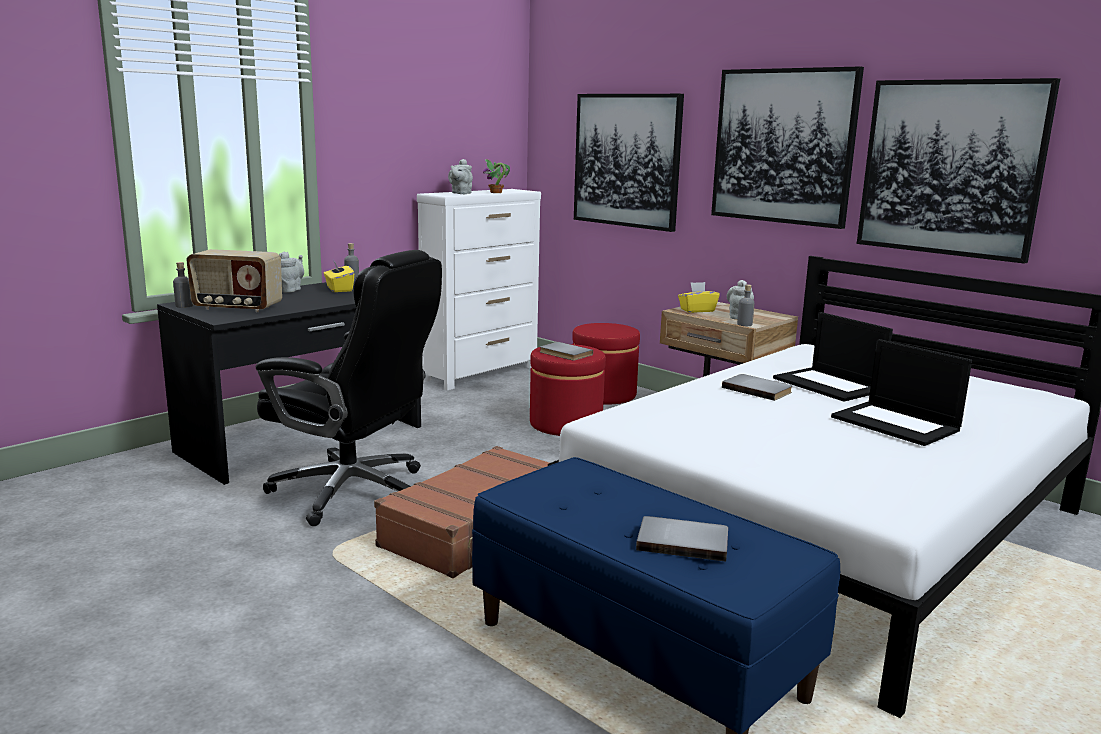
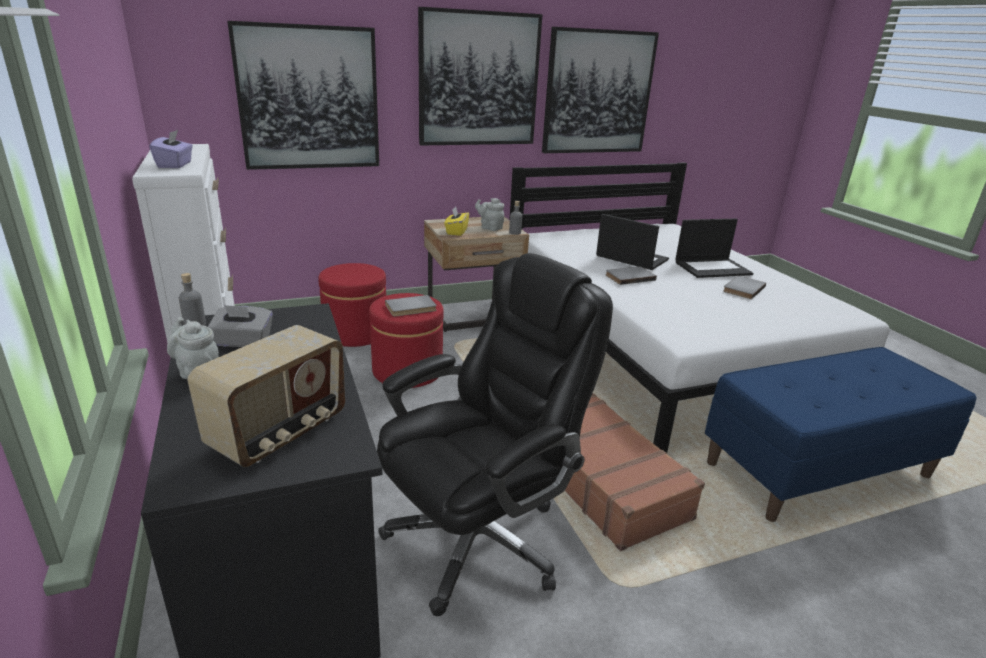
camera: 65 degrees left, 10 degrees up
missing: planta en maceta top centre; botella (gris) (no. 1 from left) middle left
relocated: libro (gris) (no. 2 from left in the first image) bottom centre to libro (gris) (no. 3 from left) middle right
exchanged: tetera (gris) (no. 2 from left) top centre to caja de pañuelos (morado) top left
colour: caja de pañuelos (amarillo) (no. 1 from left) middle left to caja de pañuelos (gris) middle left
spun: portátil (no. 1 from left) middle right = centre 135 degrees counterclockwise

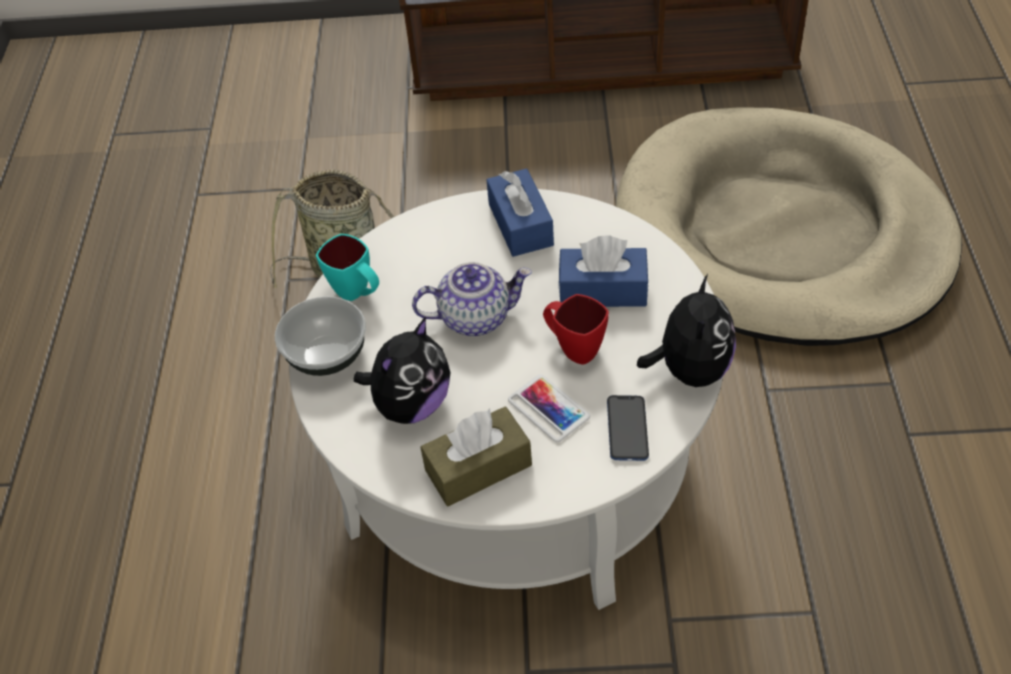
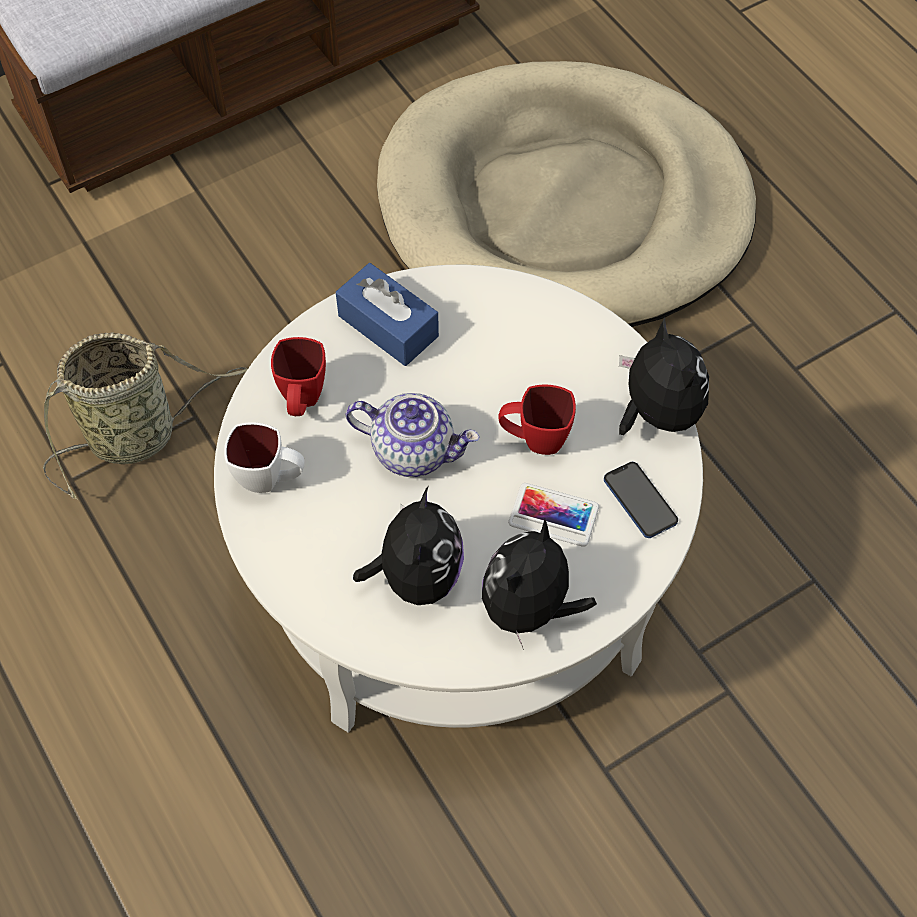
camera: 35 degrees left, 10 degrees up
missing: caja de pañuelos (azul) (no. 2 from left) centre; cuenco middle left
appeared: taza grande (rojo) (no. 1 from left) middle left
exchanged: caja de pañuelos (marrón) bottom centre to peluche (no. 2 from left) centre
colour: taza grande (turquesa) centre to taza grande (blanco) middle left
spun: tetera centre = centre 60 degrees clockwise

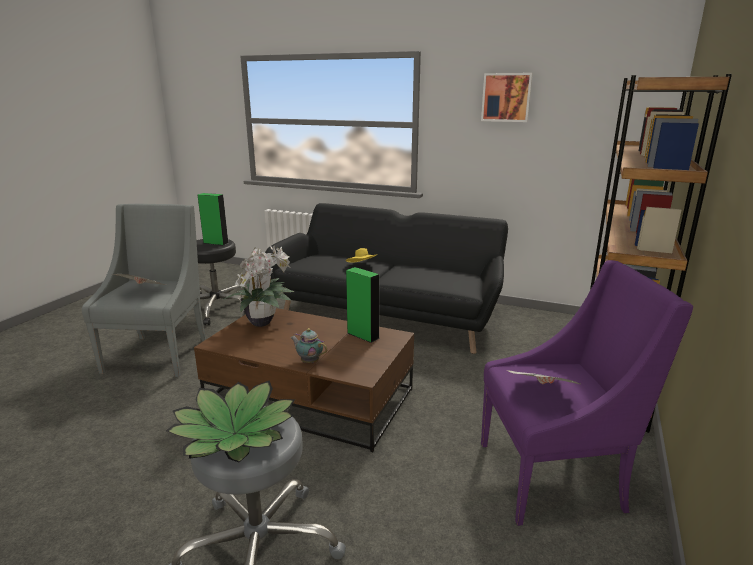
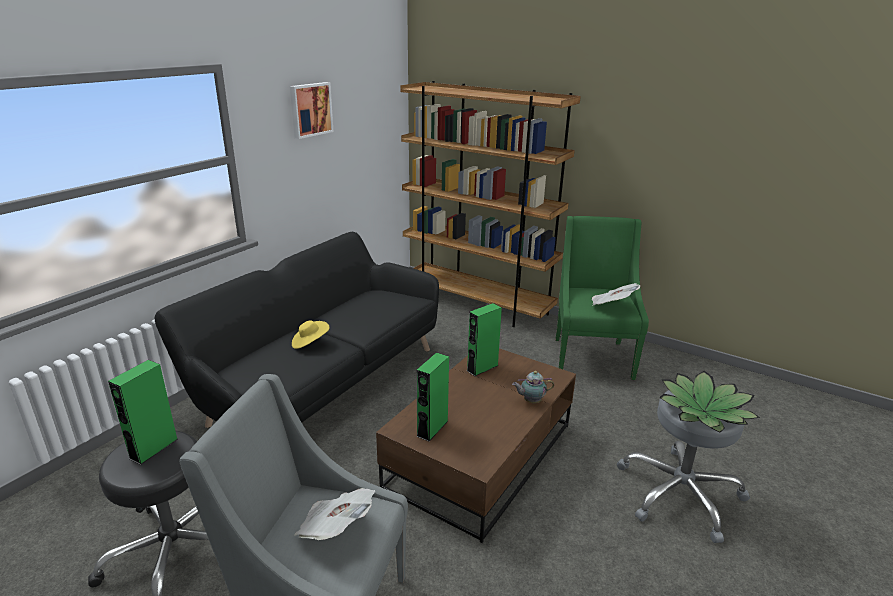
camera: 80 degrees left, 5 degrees up
exchanged: planta en maceta (no. 2 from left) centre to altavoz (verde) (no. 2 from left) centre
colour: sillón (morado) bottom right to sillón (verde) middle right
spun: tetera centre = centre 45 degrees clockwise

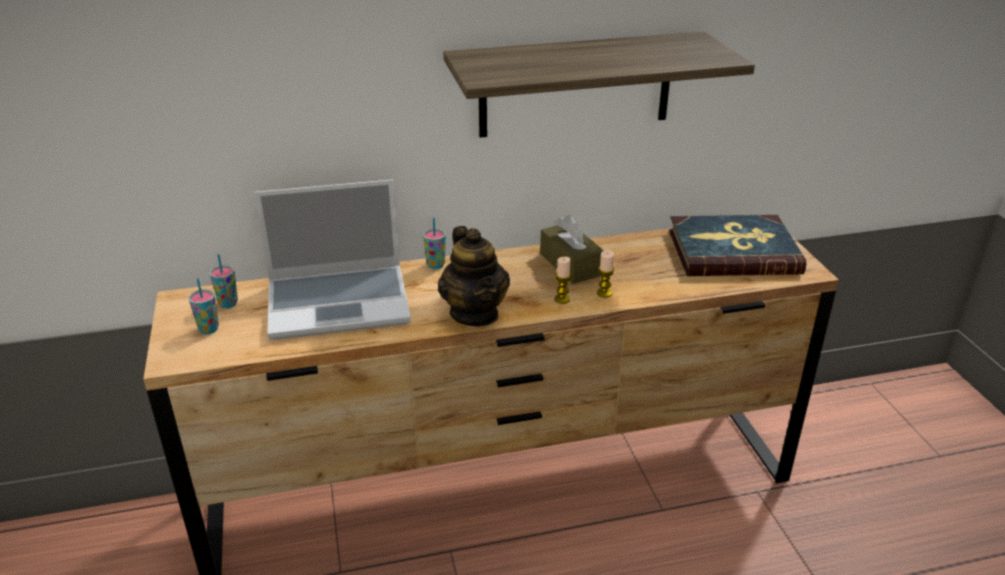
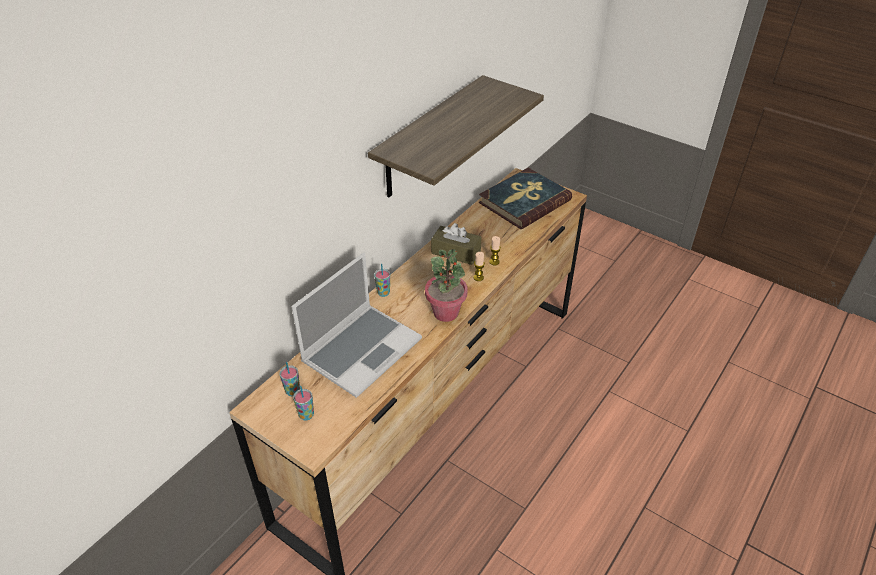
camera: 40 degrees left, 10 degrees up
exchanged: tetera centre to planta en maceta centre

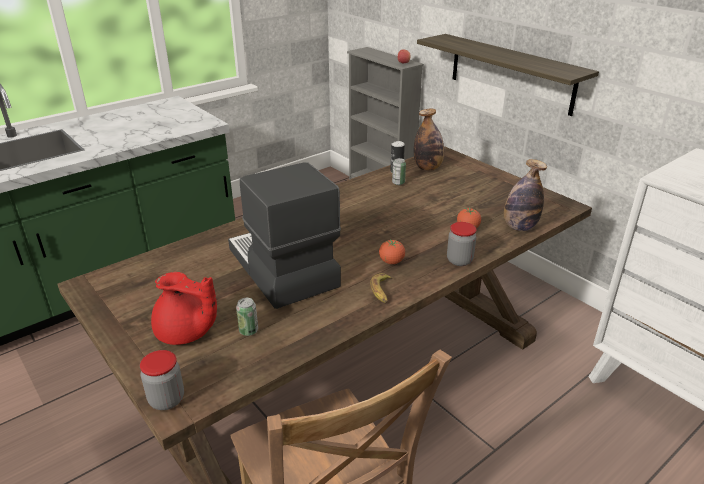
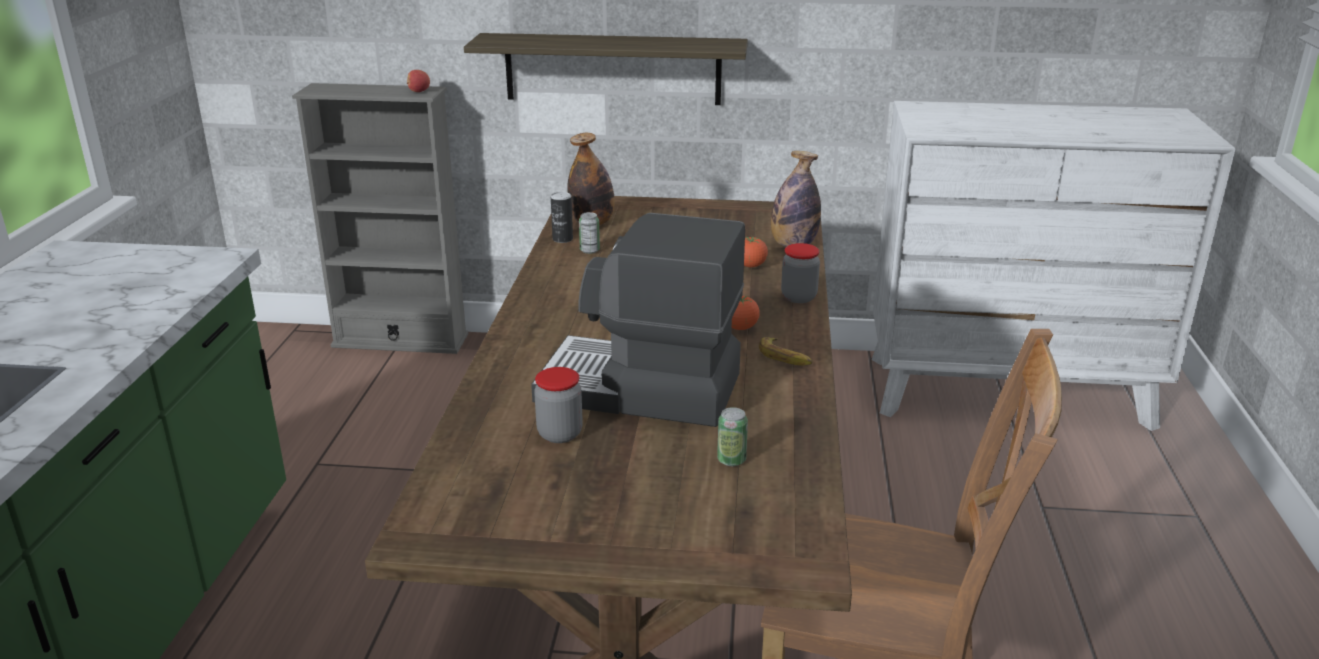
camera: 45 degrees left, 5 degrees down
missing: tetera (rojo) middle left
relocated: tarro (no. 1 from left) bottom left to centre

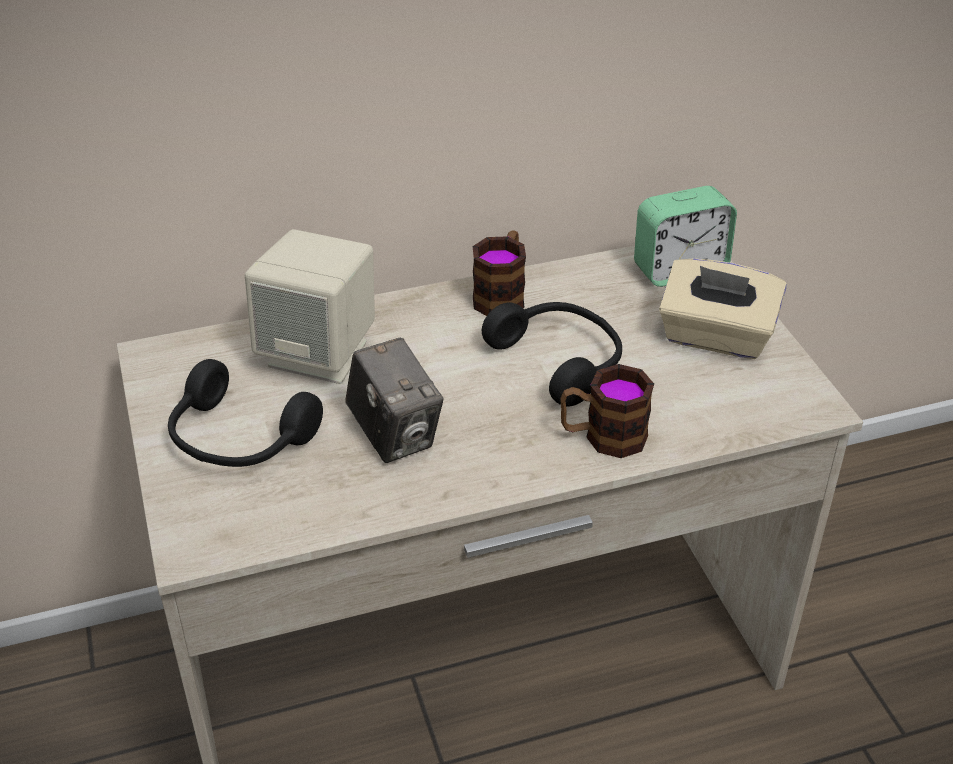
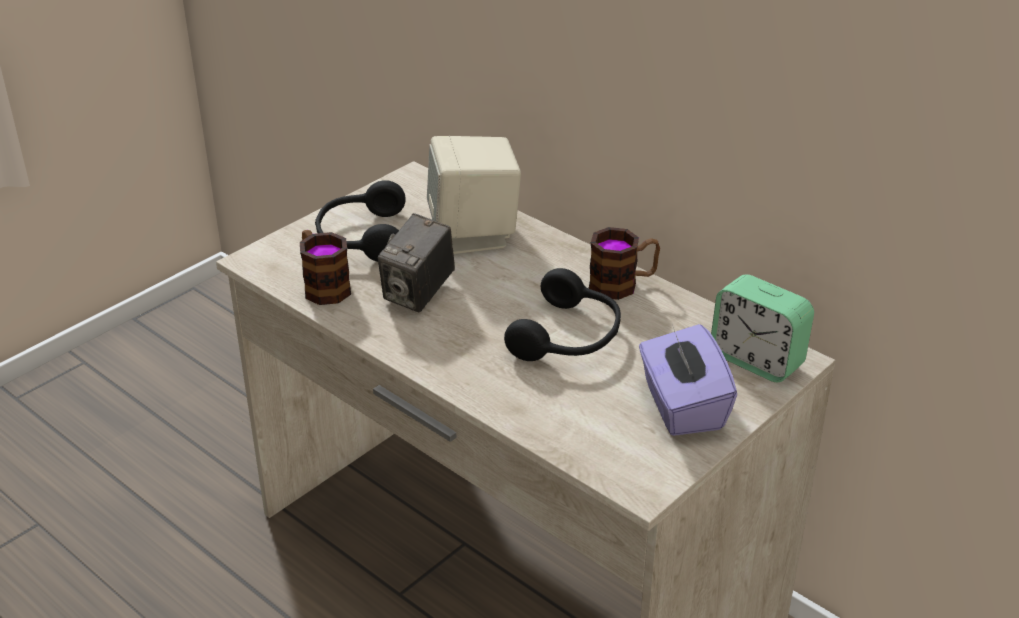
camera: 60 degrees right, 5 degrees down
relocated: taza grande (no. 2 from left in the first image) centre to taza grande (no. 1 from left) middle left
colour: caja de pañuelos (beis) middle right to caja de pañuelos (morado) middle right

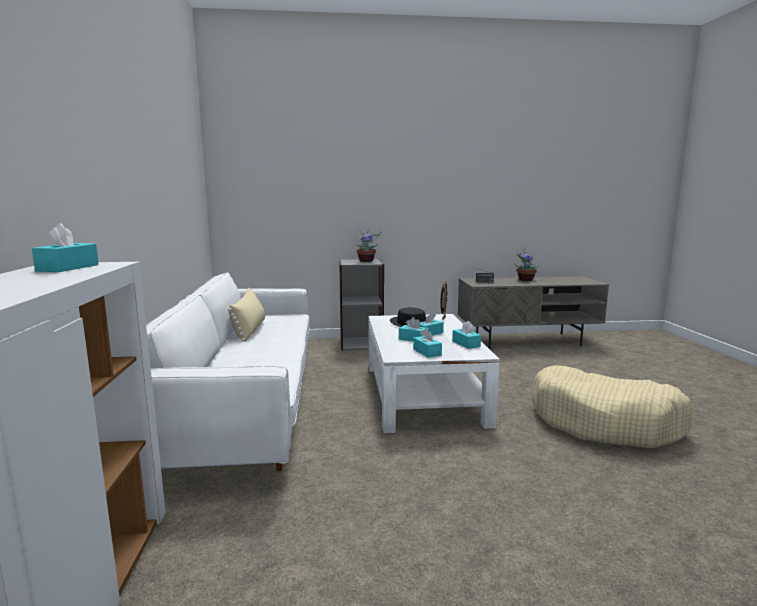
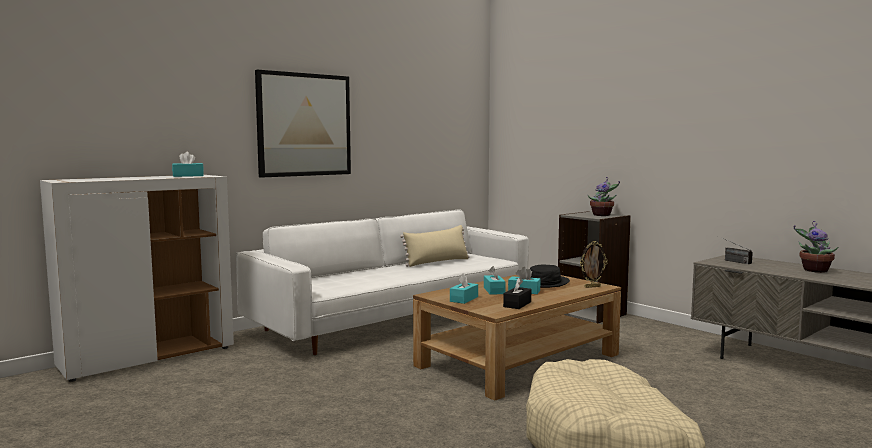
camera: 55 degrees right, 5 degrees down
appeared: cuadro top centre
colour: mesa de centro (blanco) centre to mesa de centro (marrón) bottom centre; caja de pañuelos (turquesa) (no. 5 from left) centre to caja de pañuelos (negro) centre

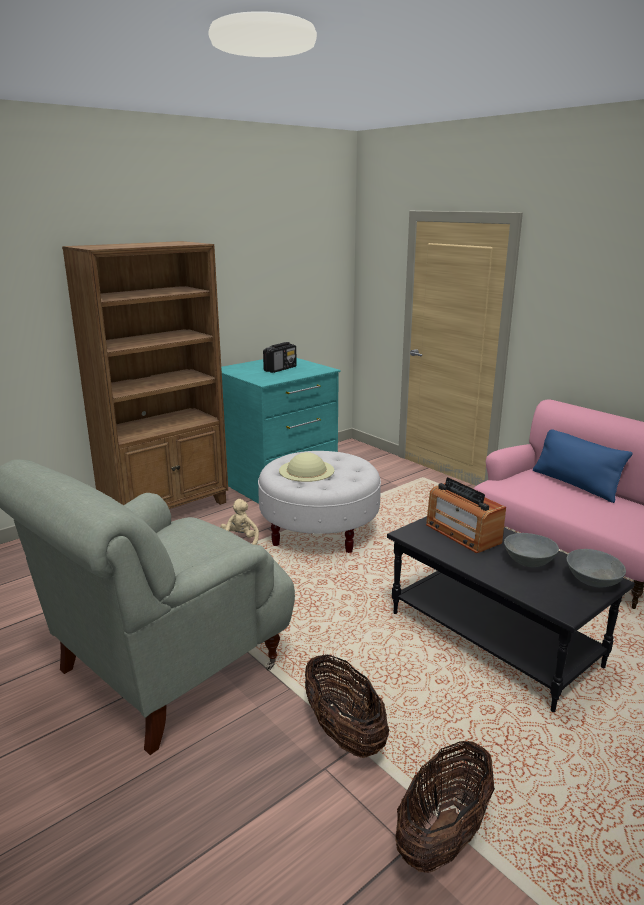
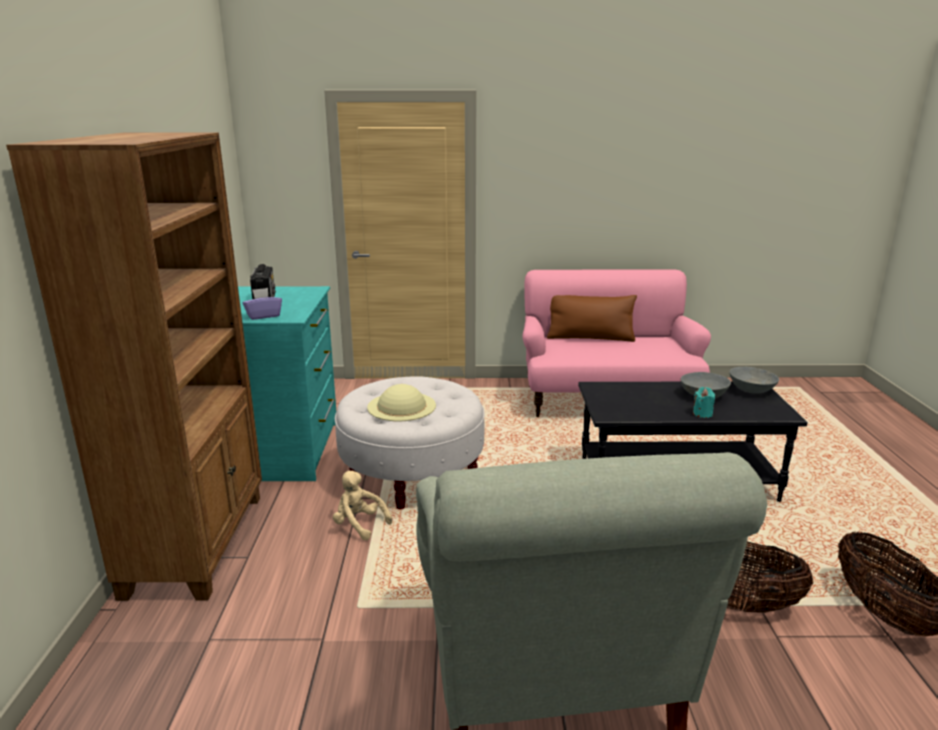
camera: 50 degrees left, 0 degrees up
missing: radio (no. 2 from left) middle right
appeared: caja de pañuelos (morado) middle left; vela (turquesa) middle right
colour: cojín (azul) middle right to cojín (marrón) centre

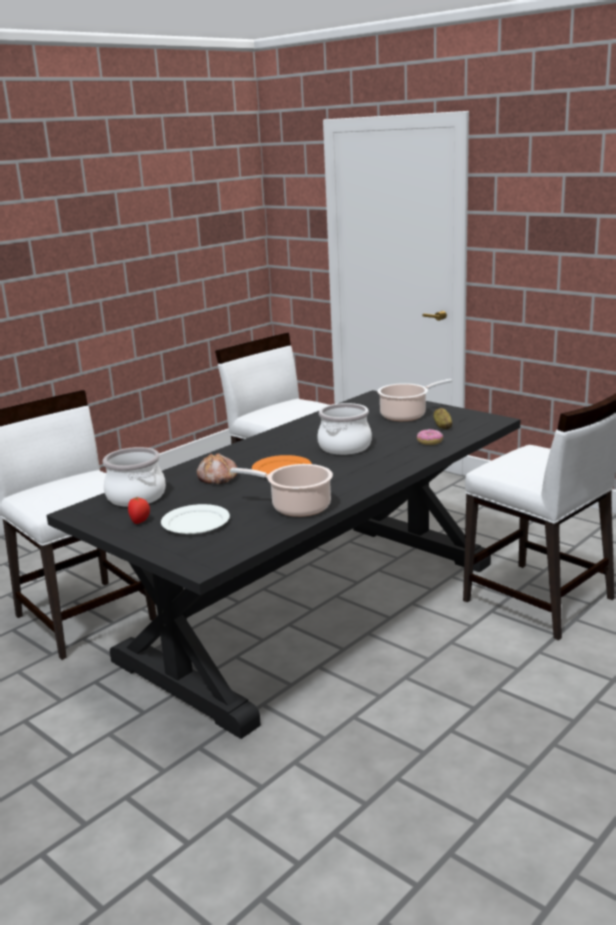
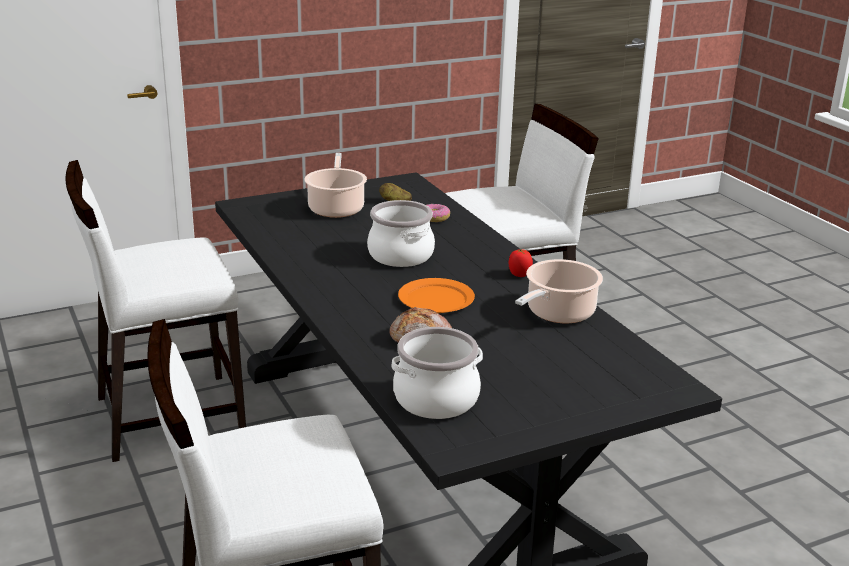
camera: 70 degrees left, 5 degrees up
missing: plato (blanco) middle left
relocated: tomate middle left to centre

